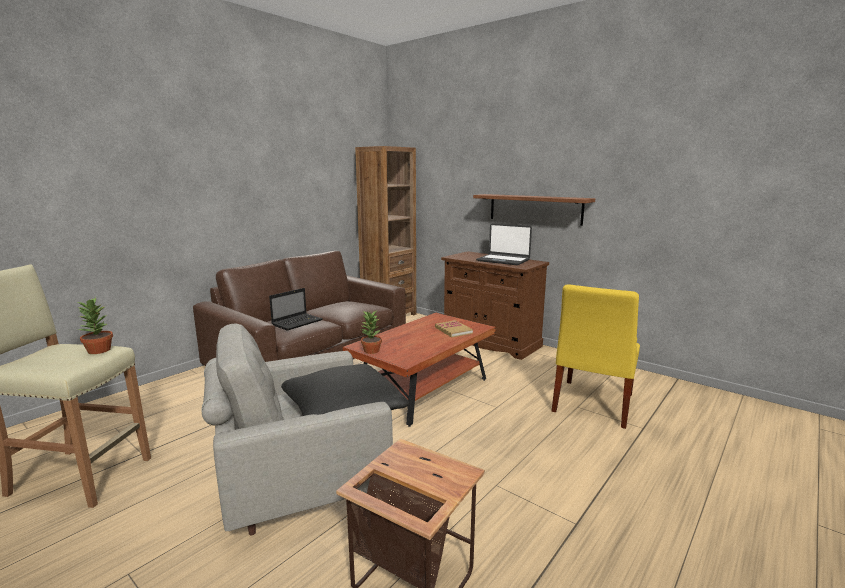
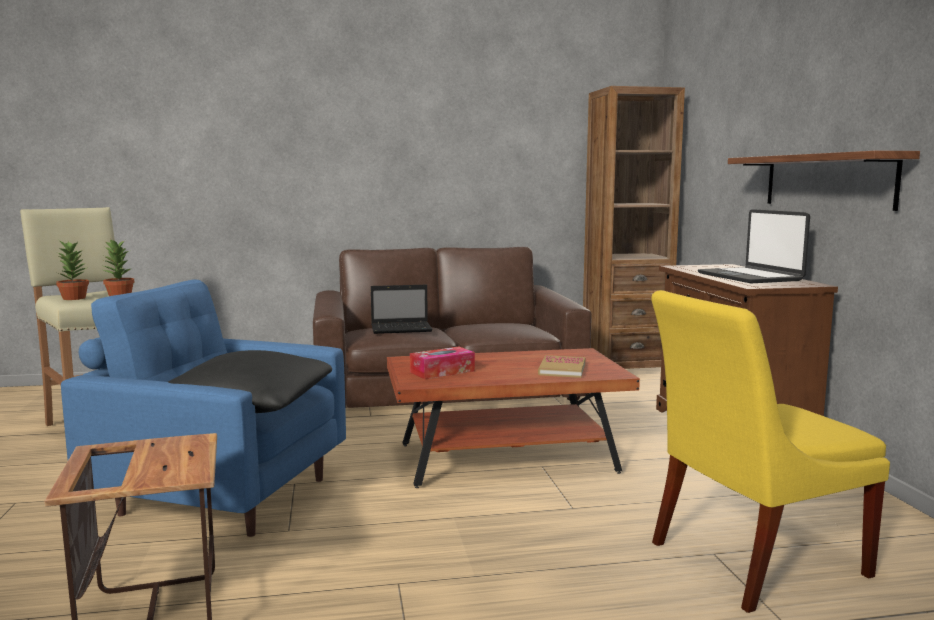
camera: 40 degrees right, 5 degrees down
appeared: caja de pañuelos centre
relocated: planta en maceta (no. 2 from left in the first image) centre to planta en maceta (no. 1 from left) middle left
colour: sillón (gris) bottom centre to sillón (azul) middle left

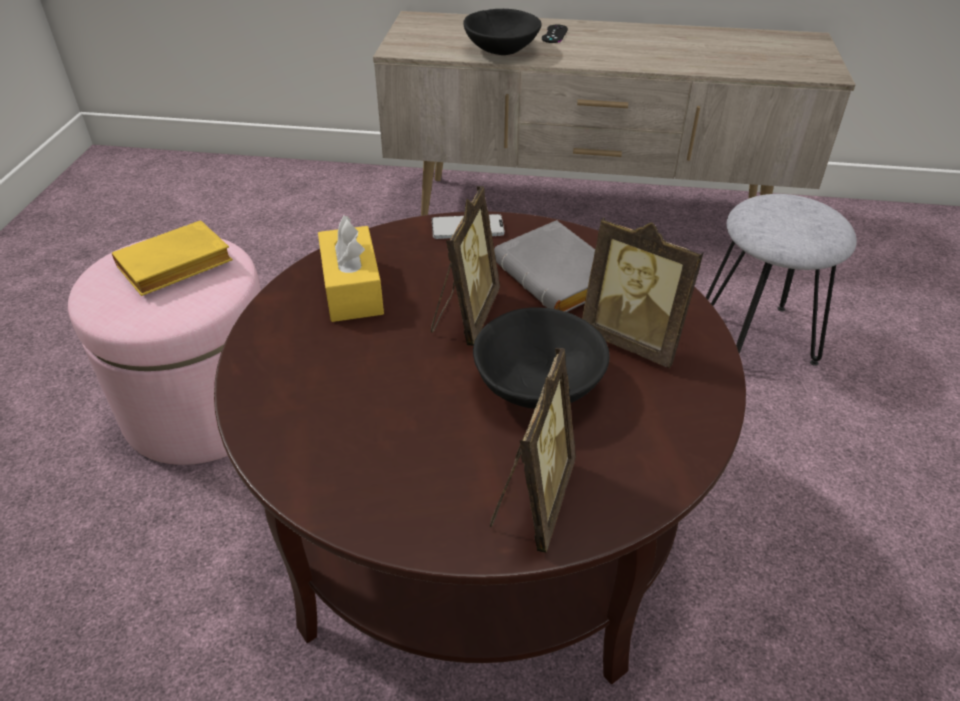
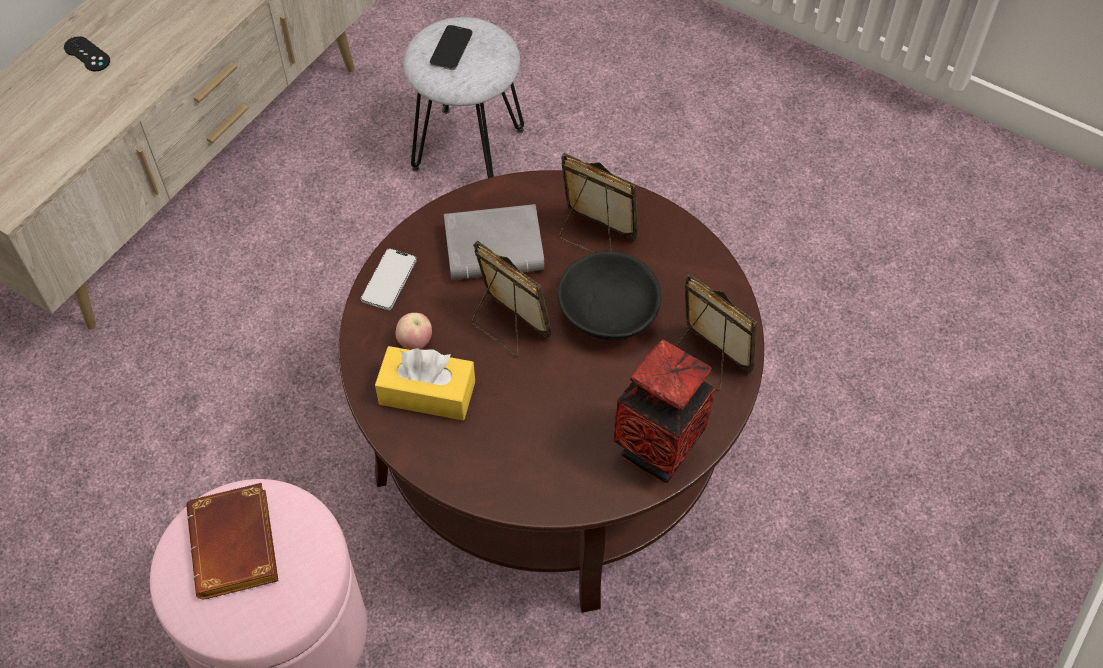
camera: 65 degrees left, 15 degrees up
missing: cuenco (negro) (no. 1 from left) top centre
appeared: móvil (no. 2 from left) top centre; manzana centre; florero centre
colour: libro (amarillo) middle left to libro (marrón) bottom left
spun: portarretratos (no. 3 from left in the first image) middle right = top centre 120 degrees counterclockwise

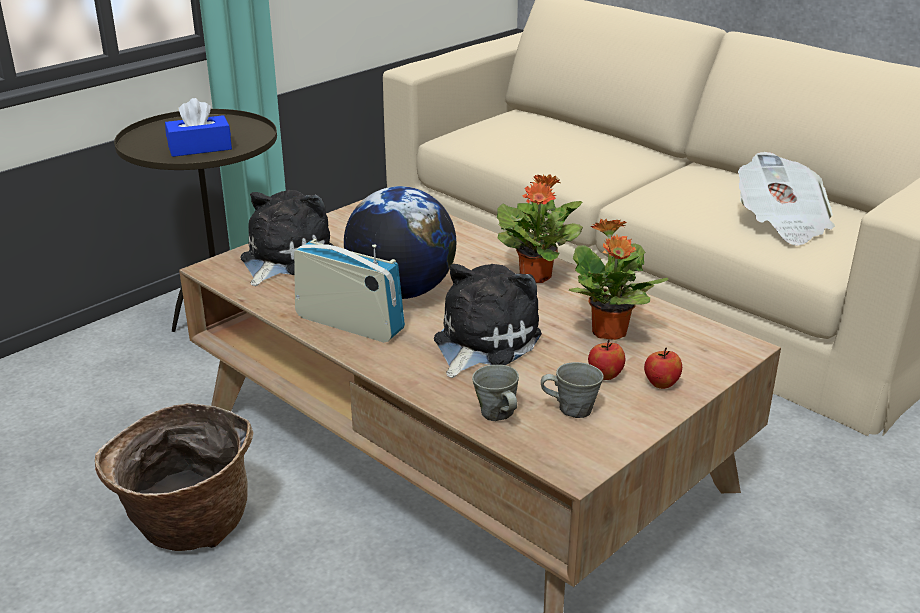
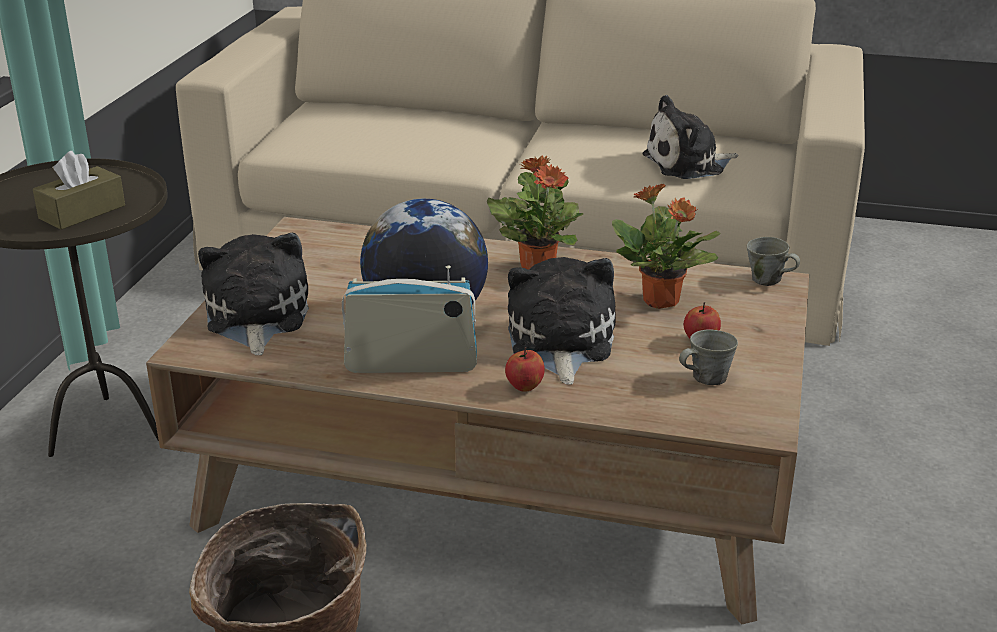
camera: 30 degrees left, 0 degrees up
relocated: manzana (no. 2 from left in the first image) middle right to manzana (no. 1 from left) centre; taza grande (gris) (no. 1 from left in the first image) centre to taza grande (gris) (no. 2 from left) middle right
exchanged: periódico top right to peluche (no. 3 from left) top right
colour: caja de pañuelos (azul) top left to caja de pañuelos (marrón) top left

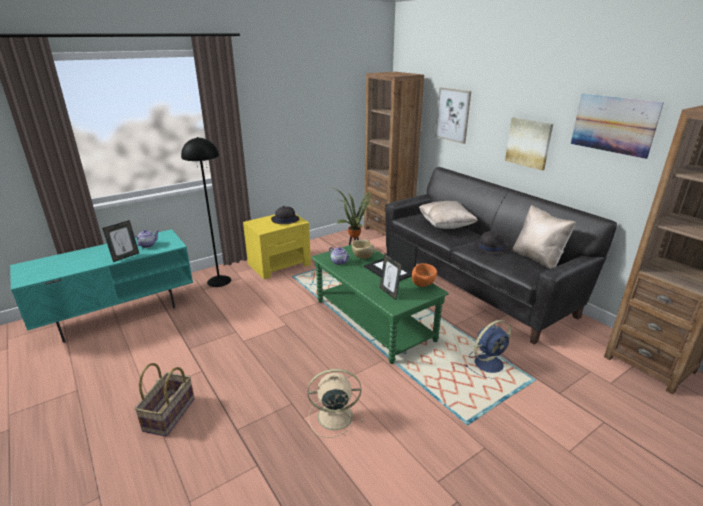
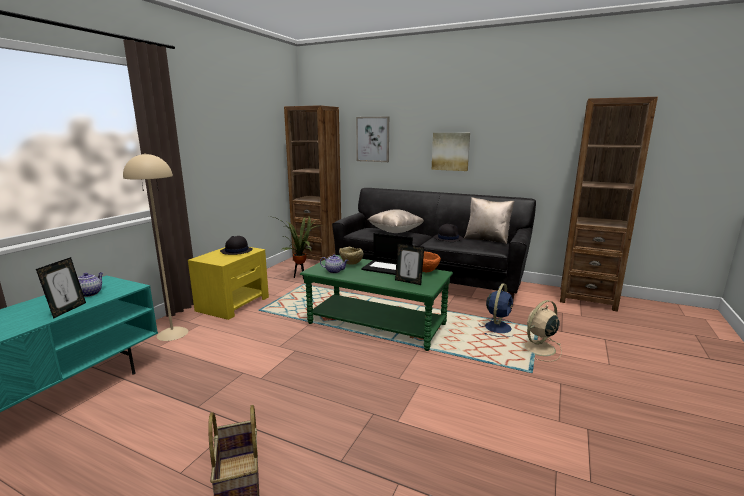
camera: 30 degrees left, 10 degrees down
missing: cuadro (no. 3 from left) top right
relocated: ventilador (beis) bottom centre to bottom right
colour: lámpara de pie (negro) middle left to lámpara de pie (beis) middle left

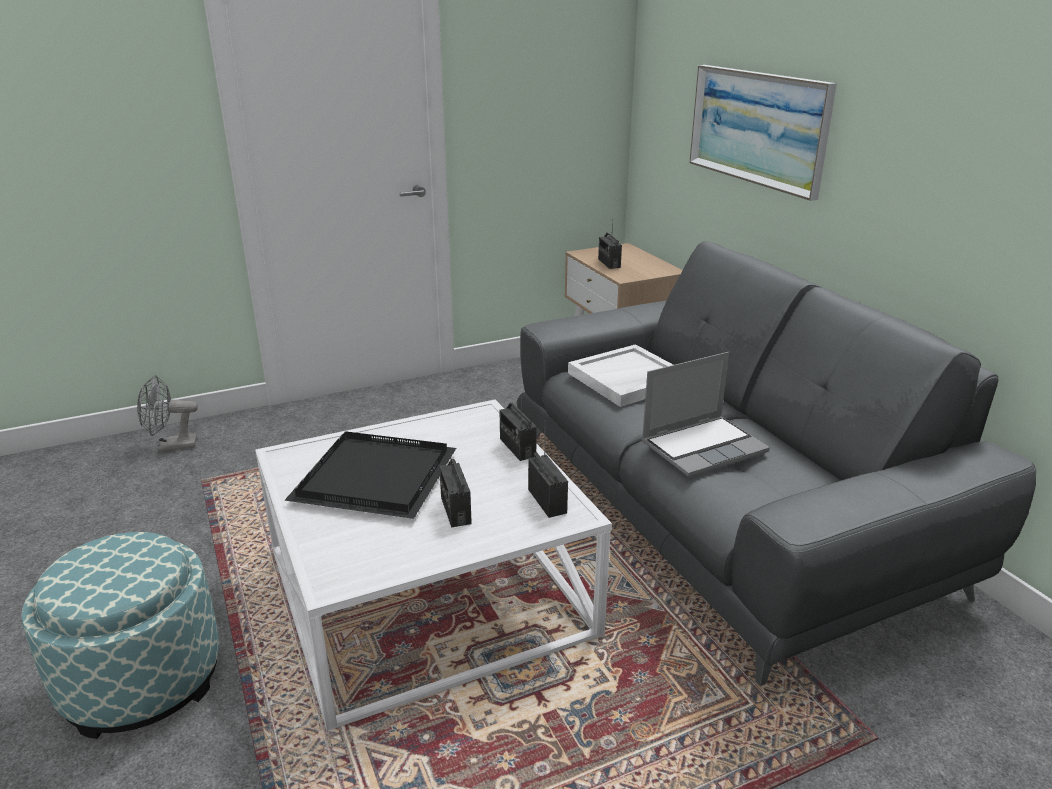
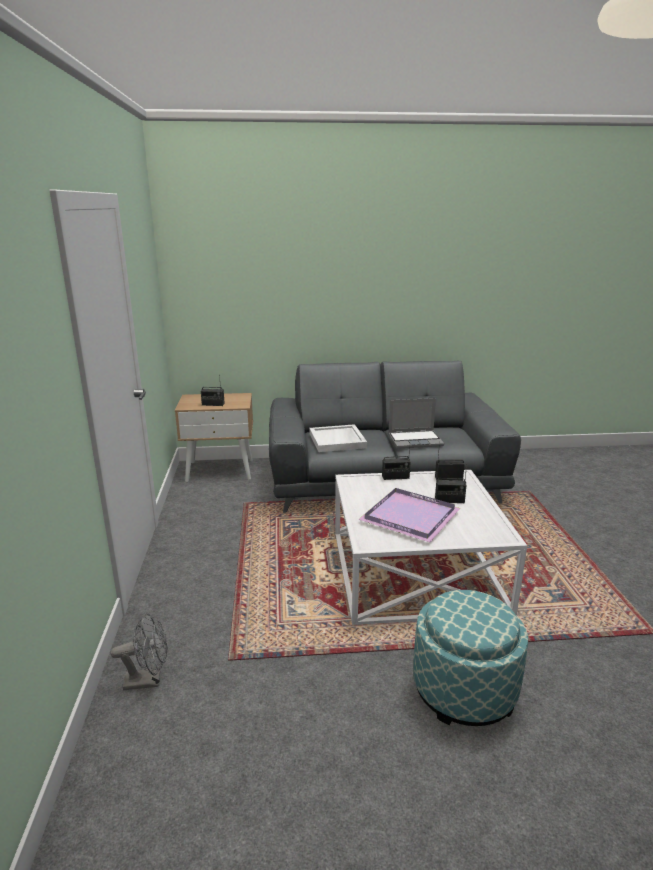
camera: 70 degrees left, 5 degrees down
missing: cuadro top right
colour: bandeja (negro) centre to bandeja (morado) centre
spun: portátil middle right = centre 90 degrees clockwise; ventilador (gris) middle left = bottom left 105 degrees counterclockwise

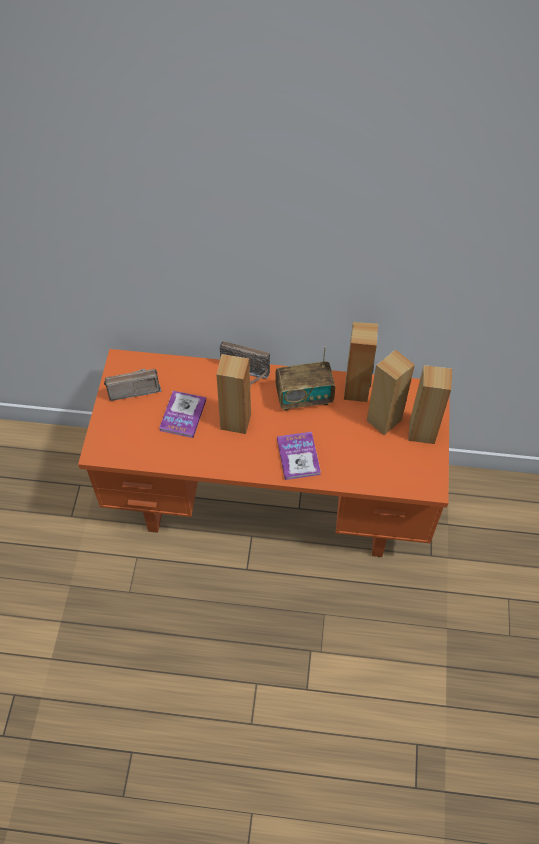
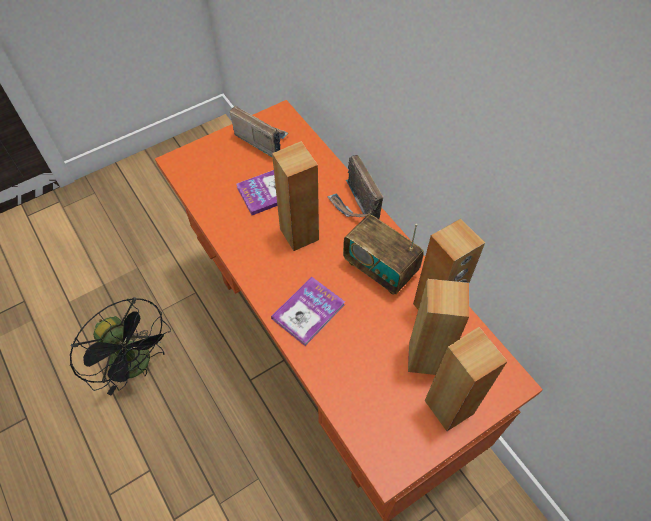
camera: 50 degrees right, 0 degrees up
appeared: ventilador (negro) middle left

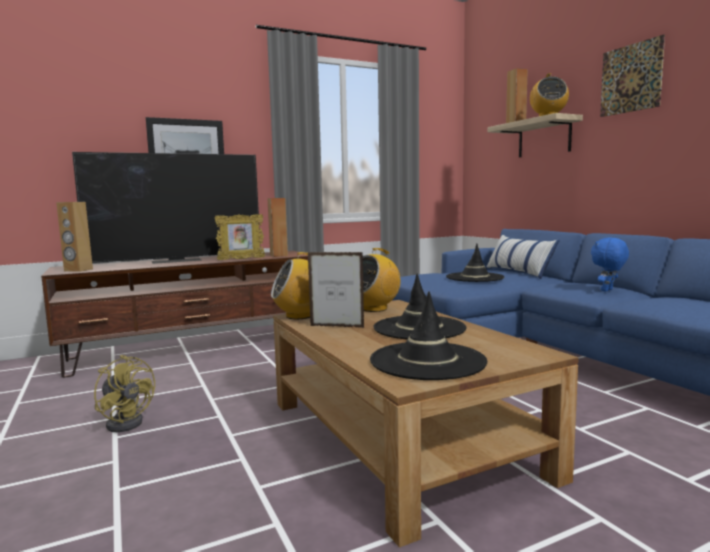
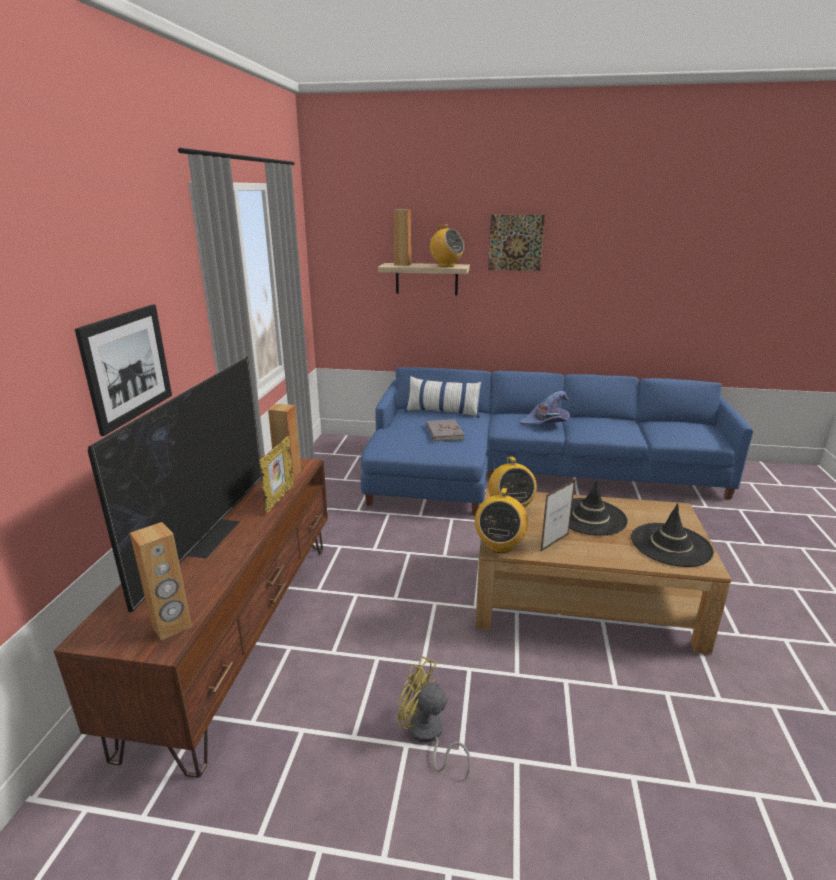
camera: 55 degrees left, 15 degrees up
exchanged: peluche (azul) middle right to sombrero (morado) centre; sombrero (negro) (no. 3 from left) middle right to libro (gris) centre
spun: ventilador (amarillo) bottom left = bottom centre 135 degrees counterclockwise

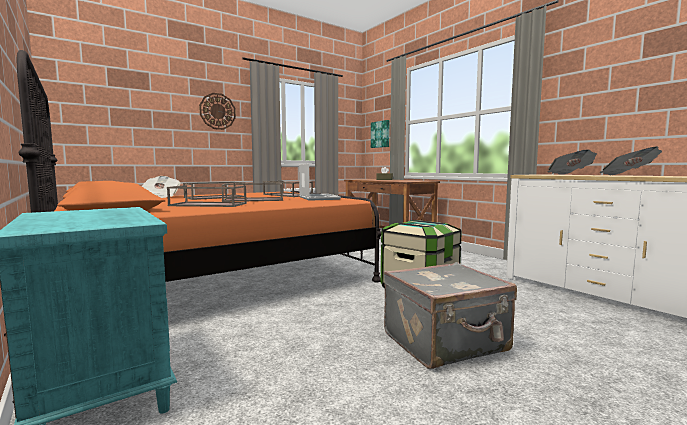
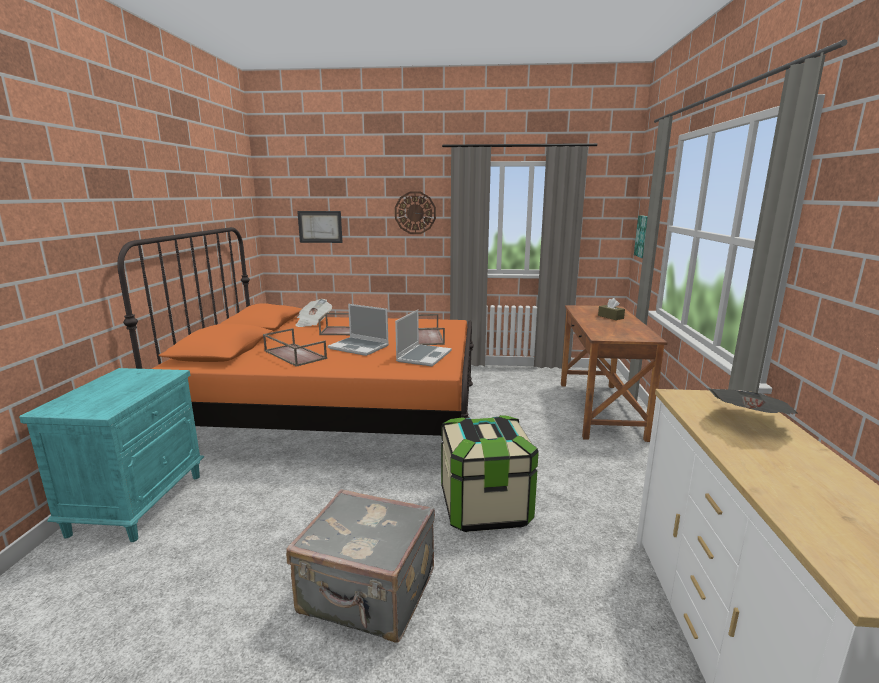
camera: 40 degrees right, 10 degrees up
missing: periódico (no. 3 from left) middle right
appeared: cuadro (no. 1 from left) top centre
exchanged: bandeja (marrón) (no. 3 from left) centre to portátil (no. 1 from left) centre

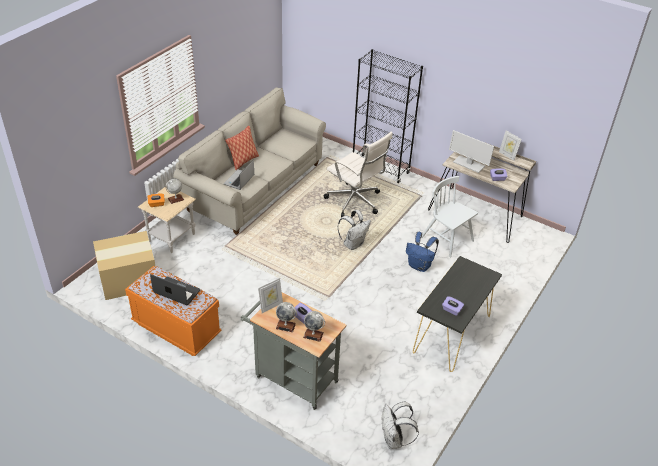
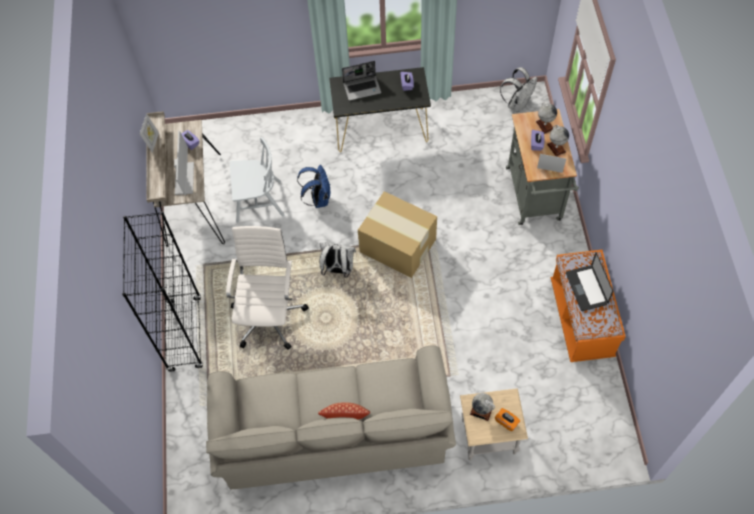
camera: 125 degrees left, 20 degrees up
relocated: portátil (no. 2 from left in the first image) centre to portátil (no. 1 from left) top centre; caja de cartón middle left to centre
spun: silla (blanco) middle right = centre 105 degrees counterclockwise

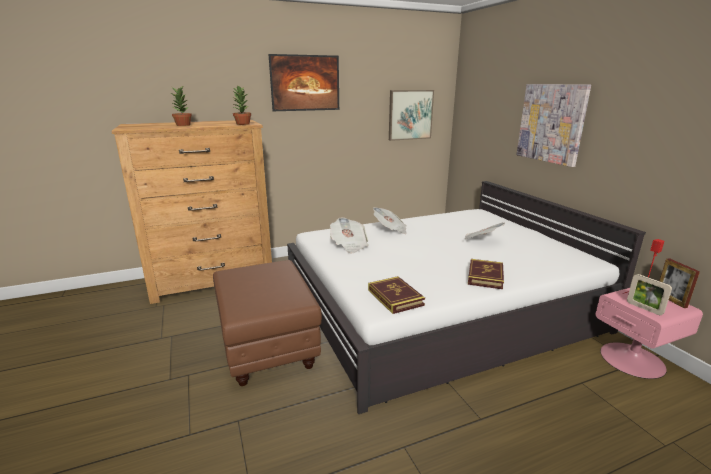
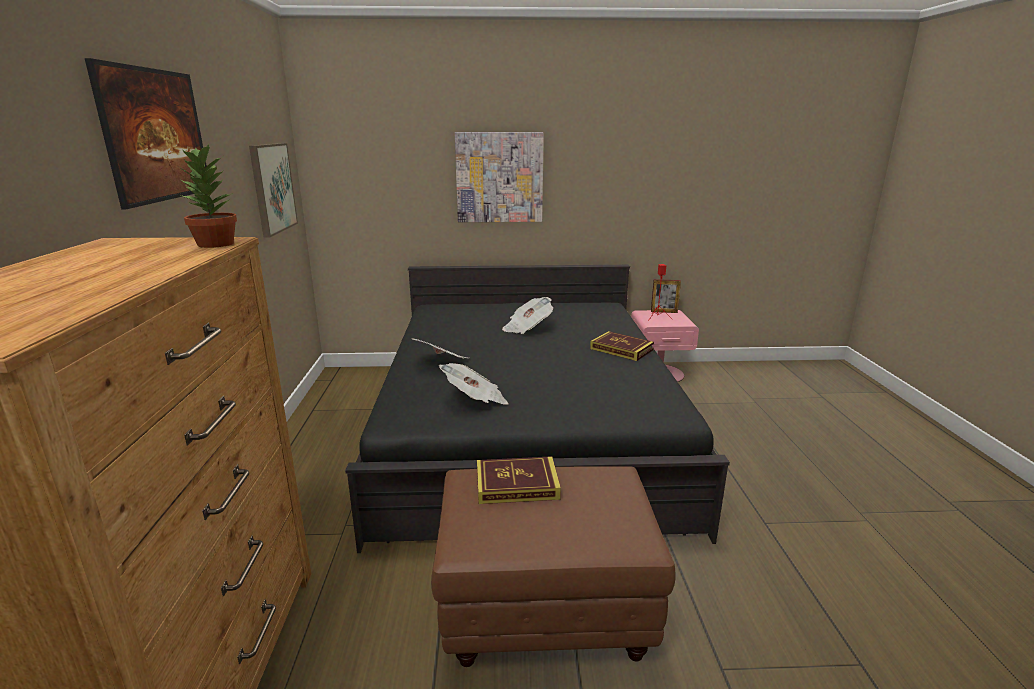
camera: 70 degrees left, 0 degrees up
missing: planta en maceta (no. 1 from left) top left; portarretratos (no. 1 from left) middle right
relocated: libro (no. 1 from left) centre to bottom centre
colour: cama (blanco) centre to cama (negro) centre

